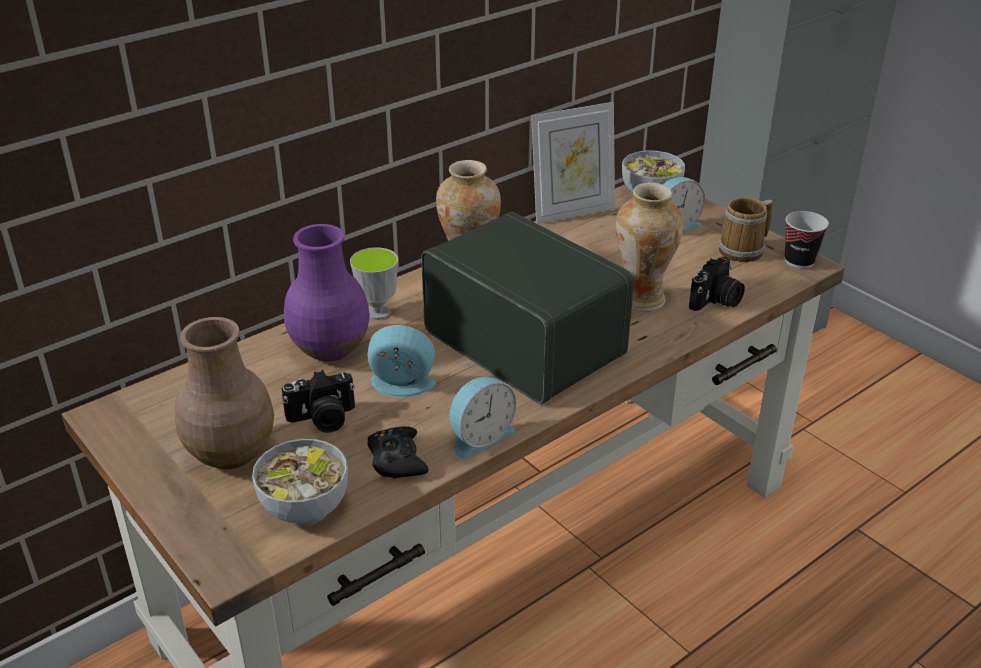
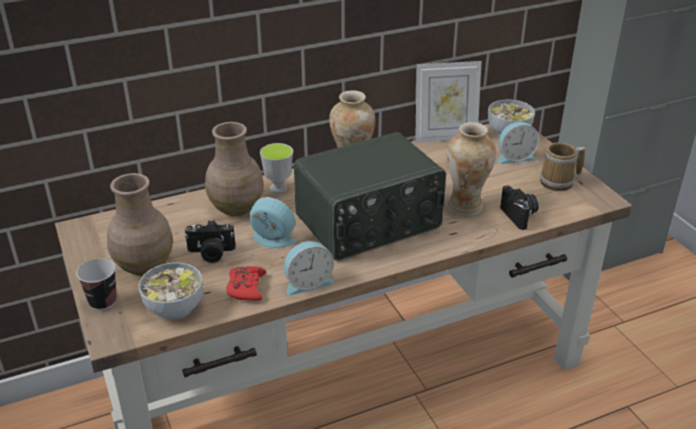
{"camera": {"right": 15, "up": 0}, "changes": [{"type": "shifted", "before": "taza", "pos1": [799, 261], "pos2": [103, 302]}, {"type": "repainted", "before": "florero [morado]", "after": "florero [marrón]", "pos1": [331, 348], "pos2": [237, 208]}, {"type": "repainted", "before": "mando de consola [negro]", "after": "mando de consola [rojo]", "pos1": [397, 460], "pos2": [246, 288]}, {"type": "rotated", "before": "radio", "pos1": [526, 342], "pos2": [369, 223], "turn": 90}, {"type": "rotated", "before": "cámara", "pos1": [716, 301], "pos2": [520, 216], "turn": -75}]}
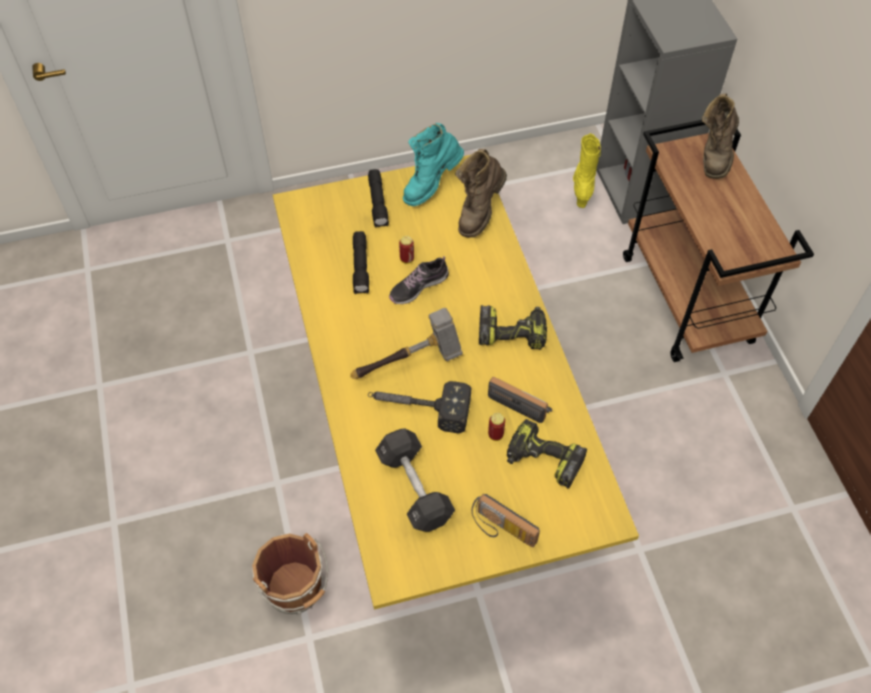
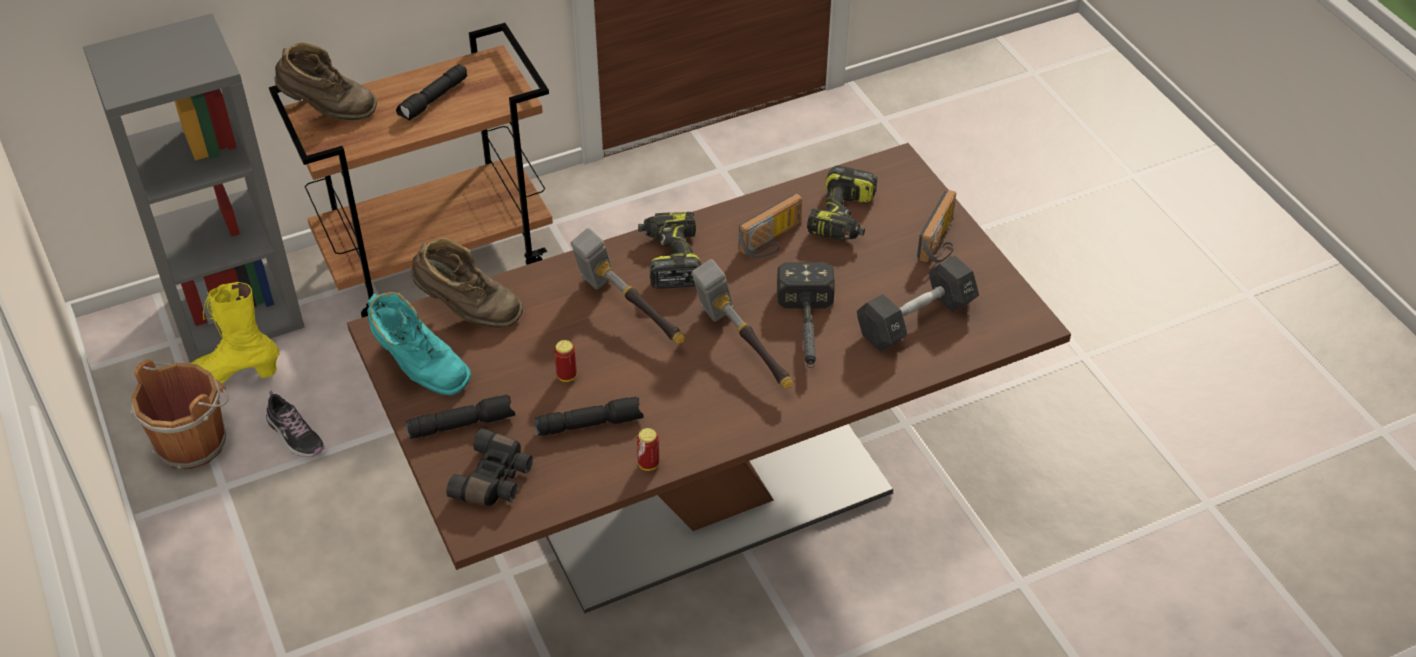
{"camera": {"right": -100, "up": -10}, "changes": [{"type": "shifted", "before": "cubo [marrón]", "pos1": [296, 589], "pos2": [194, 440]}, {"type": "shifted", "before": "zapato", "pos1": [418, 287], "pos2": [295, 435]}, {"type": "repainted", "before": "mesa de comedor [amarillo]", "after": "mesa de comedor [marrón]", "pos1": [435, 441], "pos2": [708, 494]}, {"type": "new", "after": "linterna [negro]", "pos2": [434, 100]}, {"type": "new", "after": "prismáticos [negro]", "pos2": [495, 479]}, {"type": "new", "after": "martillo", "pos2": [628, 311]}, {"type": "shifted", "before": "lata", "pos1": [495, 435], "pos2": [648, 464]}, {"type": "rotated", "before": "radio", "pos1": [521, 403], "pos2": [772, 241], "turn": -150}]}
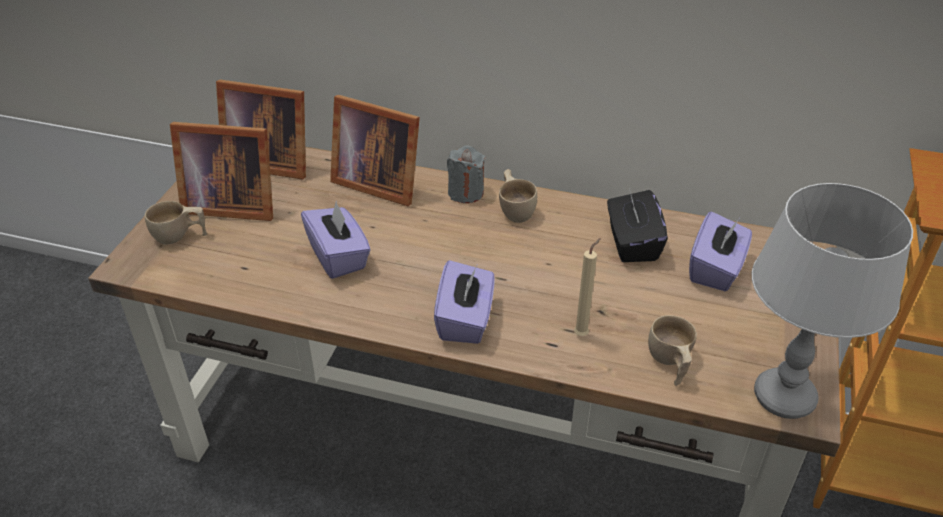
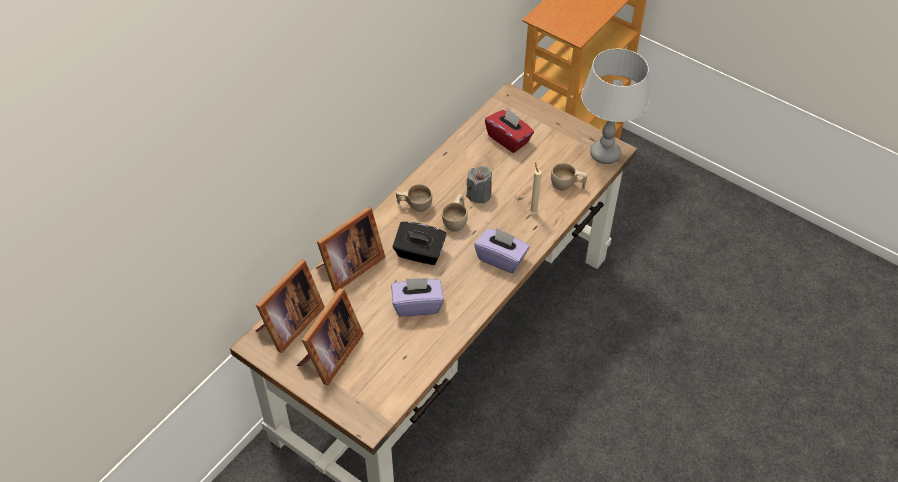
{"camera": {"right": -70, "up": 10}, "changes": [{"type": "shifted", "before": "caja de pañuelos [negro]", "pos1": [632, 243], "pos2": [419, 253]}, {"type": "shifted", "before": "taza [beis]", "pos1": [180, 236], "pos2": [456, 220]}, {"type": "shifted", "before": "vela [gris]", "pos1": [466, 192], "pos2": [479, 194]}, {"type": "repainted", "before": "caja de pañuelos [morado]", "after": "caja de pañuelos [rojo]", "pos1": [716, 269], "pos2": [508, 139]}]}
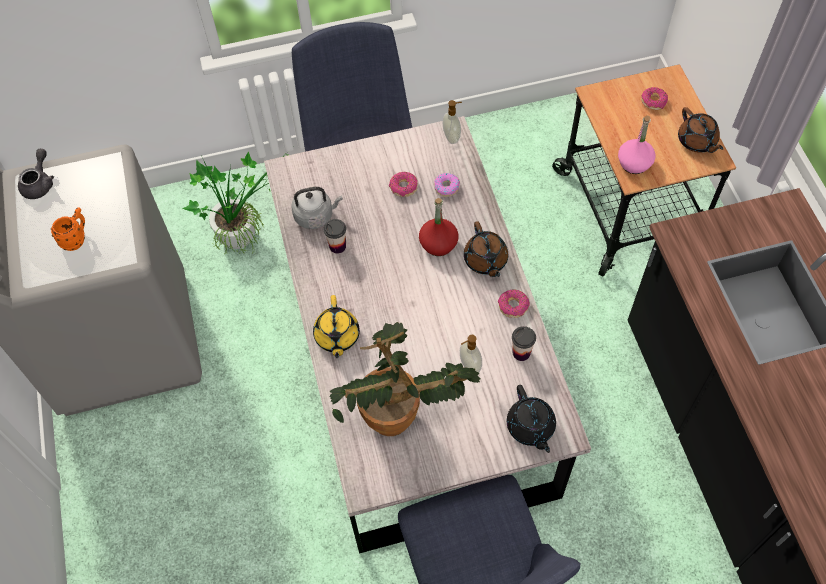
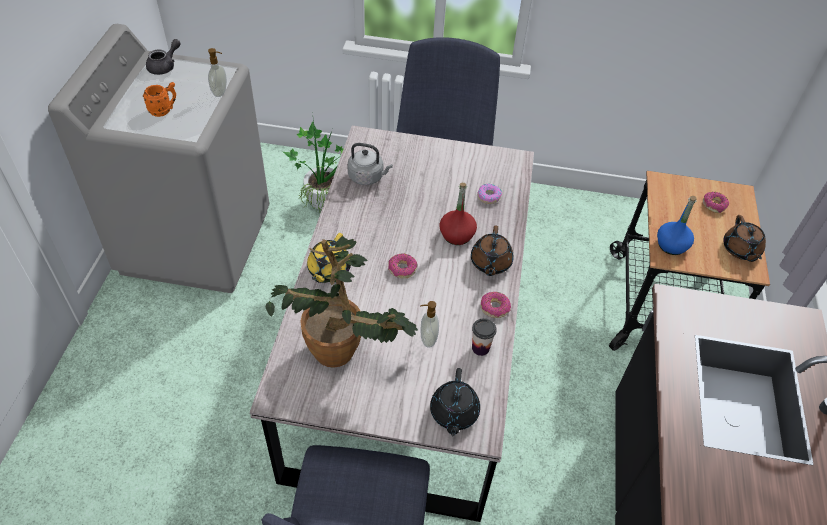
{"camera": {"right": 20, "up": -10}, "changes": [{"type": "shifted", "before": "dispensador de jabón", "pos1": [452, 137], "pos2": [220, 92]}, {"type": "shifted", "before": "rosquilla", "pos1": [403, 187], "pos2": [402, 269]}, {"type": "repainted", "before": "botella [rosa]", "after": "botella [azul]", "pos1": [634, 163], "pos2": [671, 245]}, {"type": "gone", "before": "taza", "pos1": [337, 246]}]}
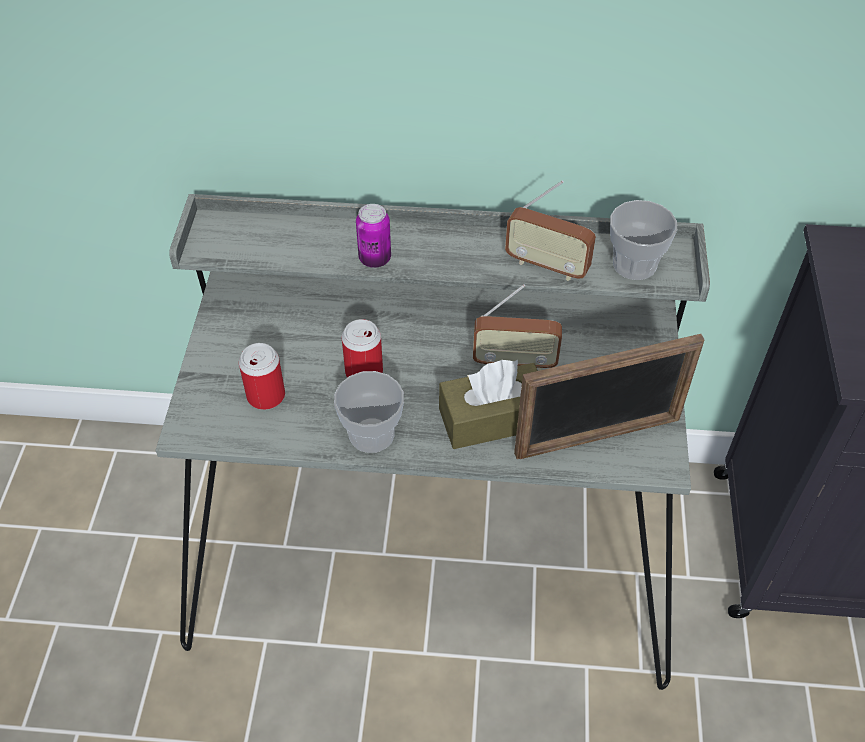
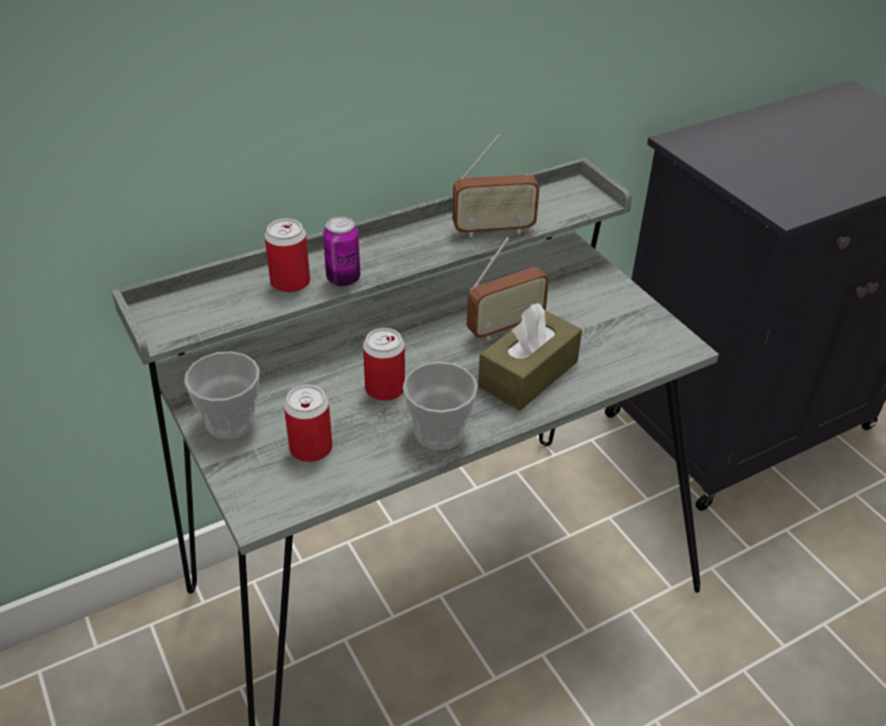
{"camera": {"right": -35, "up": -10}, "changes": [{"type": "shifted", "before": "taza", "pos1": [634, 264], "pos2": [230, 422]}, {"type": "new", "after": "lata", "pos2": [290, 282]}, {"type": "gone", "before": "portarretratos", "pos1": [598, 437]}]}
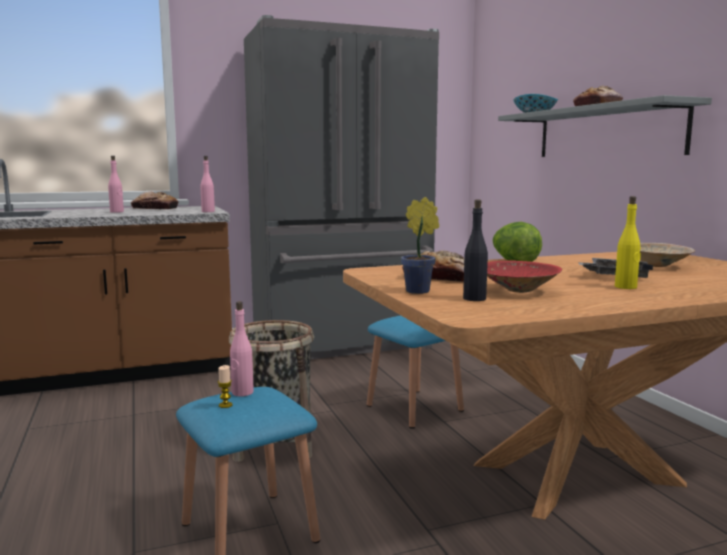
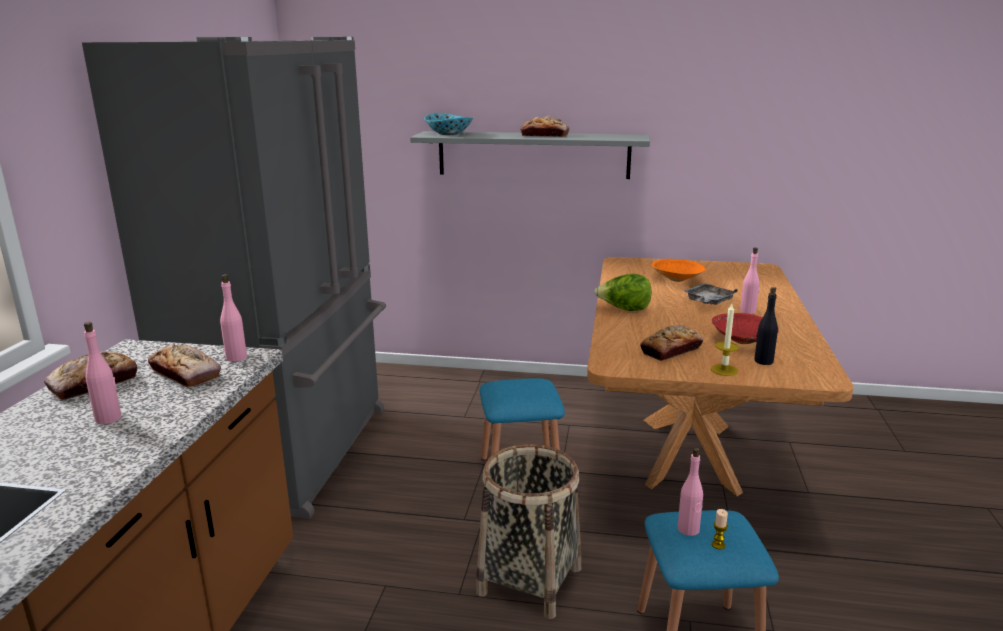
{"camera": {"right": -60, "up": 10}, "changes": [{"type": "new", "after": "pan", "pos2": [185, 374]}, {"type": "repainted", "before": "cuenco [beis]", "after": "cuenco [naranja]", "pos1": [657, 266], "pos2": [678, 280]}, {"type": "swapped", "before": "planta en maceta", "after": "vela", "pos1": [421, 291], "pos2": [724, 370]}, {"type": "repainted", "before": "botella [amarillo]", "after": "botella [rosa]", "pos1": [626, 287], "pos2": [748, 311]}]}
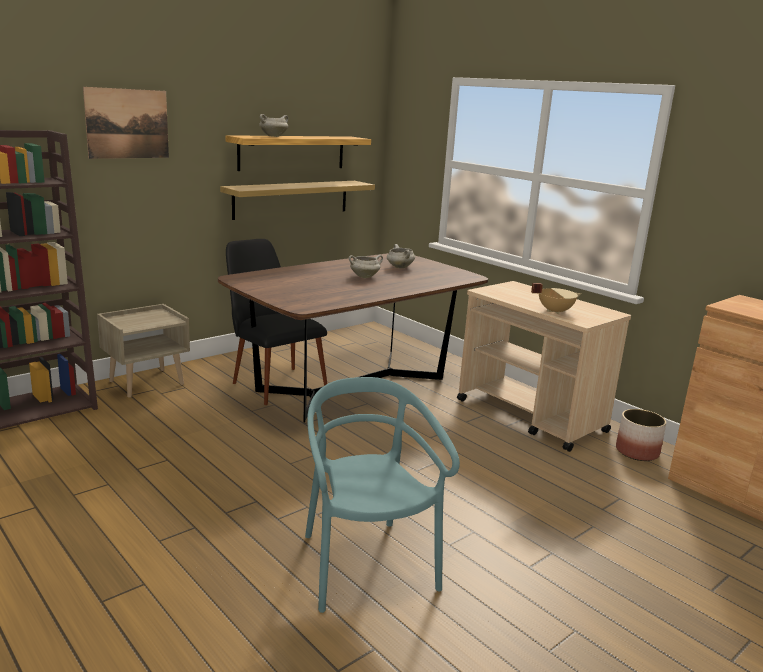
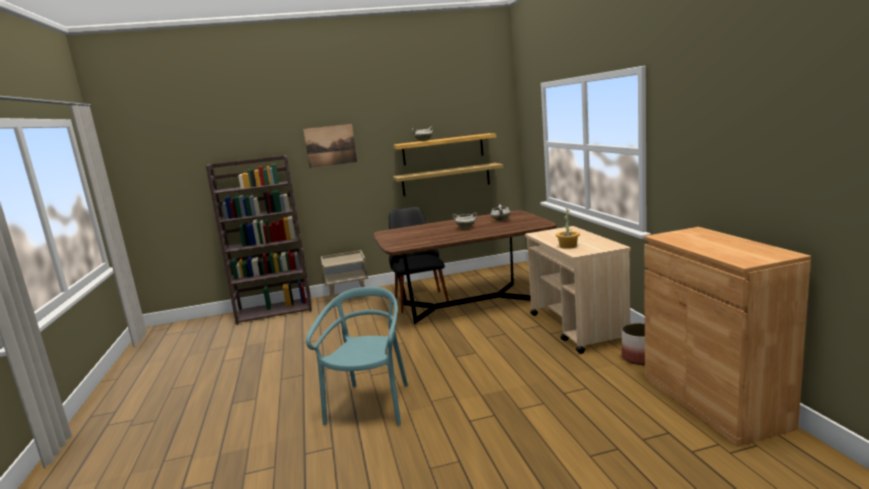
{"camera": {"right": 30, "up": -5}, "changes": [{"type": "swapped", "before": "olla [beis]", "after": "planta en maceta", "pos1": [554, 311], "pos2": [567, 246]}]}
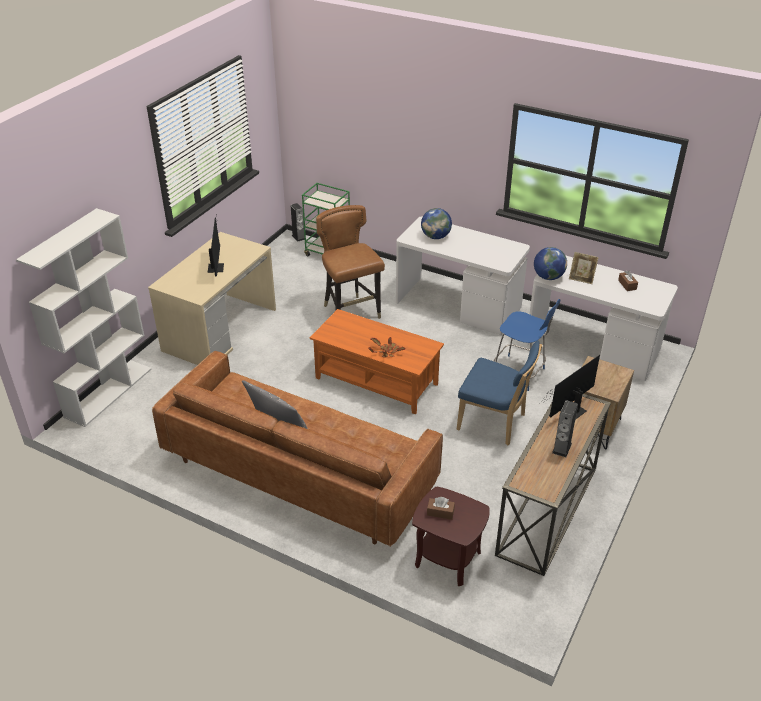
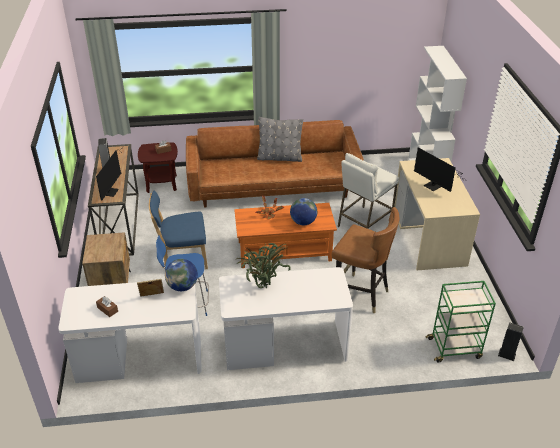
{"camera": {"right": 145, "up": 0}, "changes": [{"type": "new", "after": "planta en maceta", "pos2": [263, 287]}, {"type": "shifted", "before": "globo terráqueo", "pos1": [435, 237], "pos2": [303, 222]}, {"type": "new", "after": "taburete [blanco]", "pos2": [364, 224]}]}
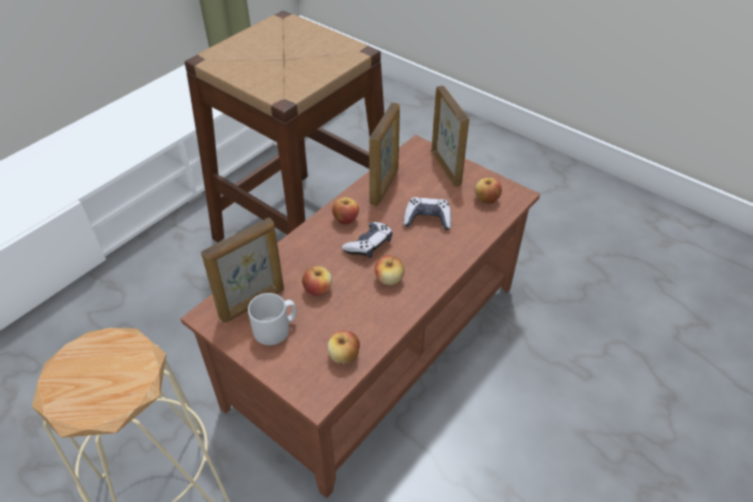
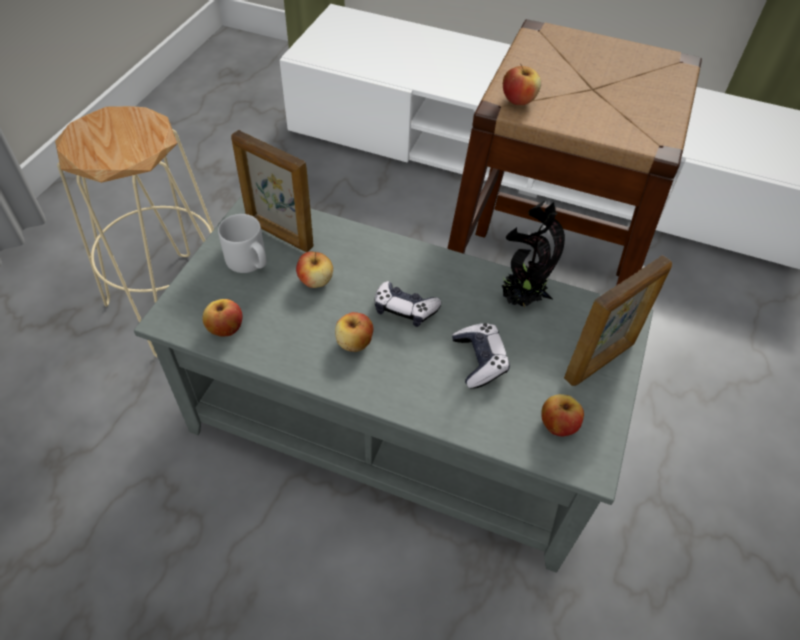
{"camera": {"right": 70, "up": 5}, "changes": [{"type": "repainted", "before": "mesa de centro [marrón]", "after": "mesa de centro [gris]", "pos1": [374, 342], "pos2": [396, 423]}, {"type": "swapped", "before": "portarretratos", "after": "planta en maceta", "pos1": [384, 186], "pos2": [520, 300]}, {"type": "shifted", "before": "manzana", "pos1": [345, 219], "pos2": [518, 100]}]}
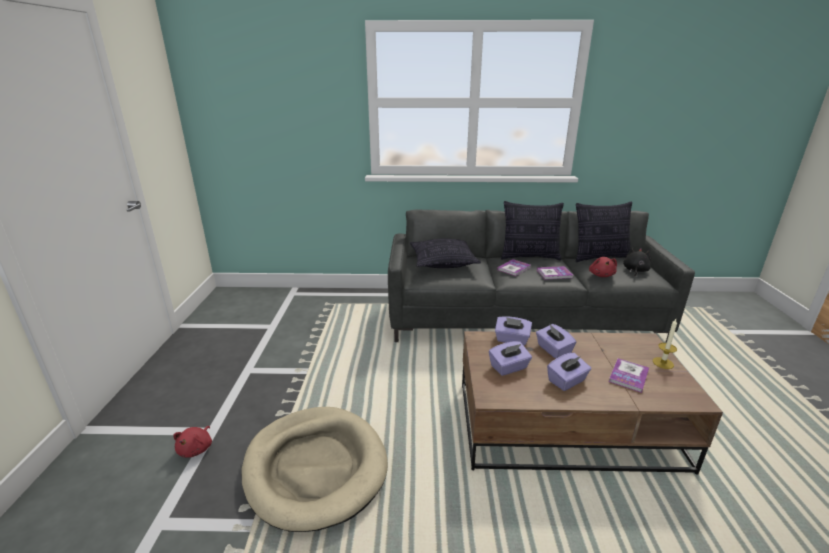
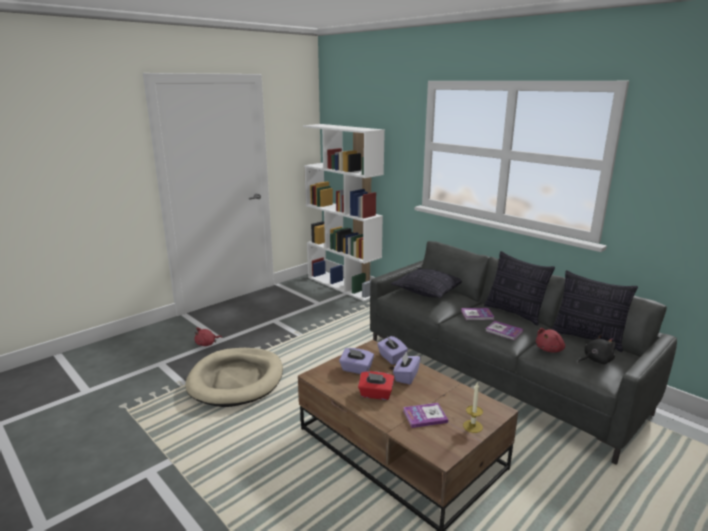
{"camera": {"right": 45, "up": -5}, "changes": [{"type": "new", "after": "estantería [blanco]", "pos2": [343, 285]}, {"type": "repainted", "before": "caja de pañuelos [morado]", "after": "caja de pañuelos [rojo]", "pos1": [567, 381], "pos2": [375, 394]}]}
